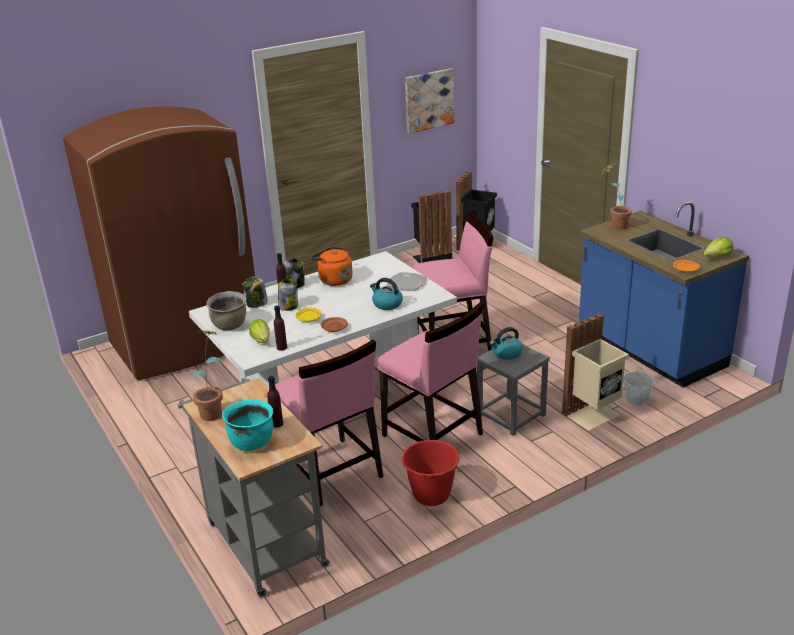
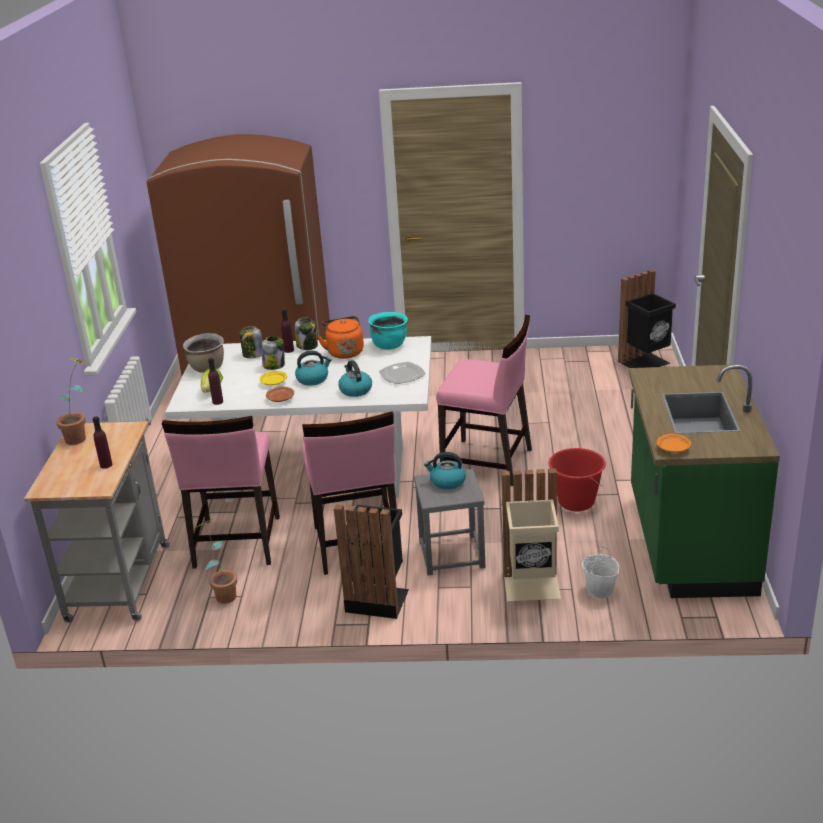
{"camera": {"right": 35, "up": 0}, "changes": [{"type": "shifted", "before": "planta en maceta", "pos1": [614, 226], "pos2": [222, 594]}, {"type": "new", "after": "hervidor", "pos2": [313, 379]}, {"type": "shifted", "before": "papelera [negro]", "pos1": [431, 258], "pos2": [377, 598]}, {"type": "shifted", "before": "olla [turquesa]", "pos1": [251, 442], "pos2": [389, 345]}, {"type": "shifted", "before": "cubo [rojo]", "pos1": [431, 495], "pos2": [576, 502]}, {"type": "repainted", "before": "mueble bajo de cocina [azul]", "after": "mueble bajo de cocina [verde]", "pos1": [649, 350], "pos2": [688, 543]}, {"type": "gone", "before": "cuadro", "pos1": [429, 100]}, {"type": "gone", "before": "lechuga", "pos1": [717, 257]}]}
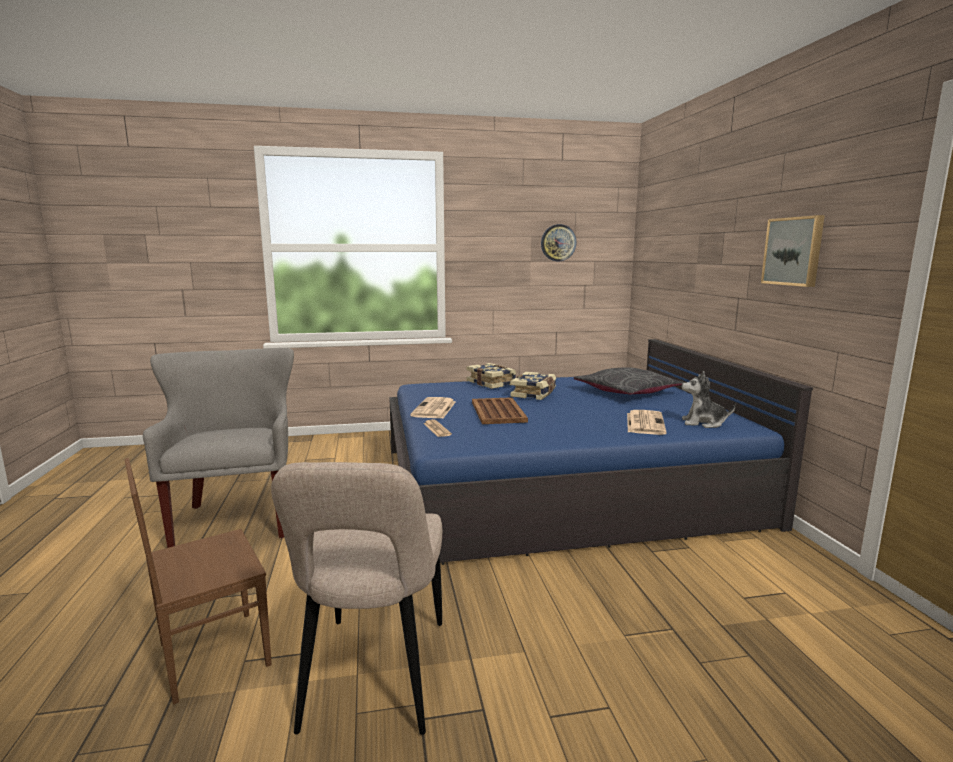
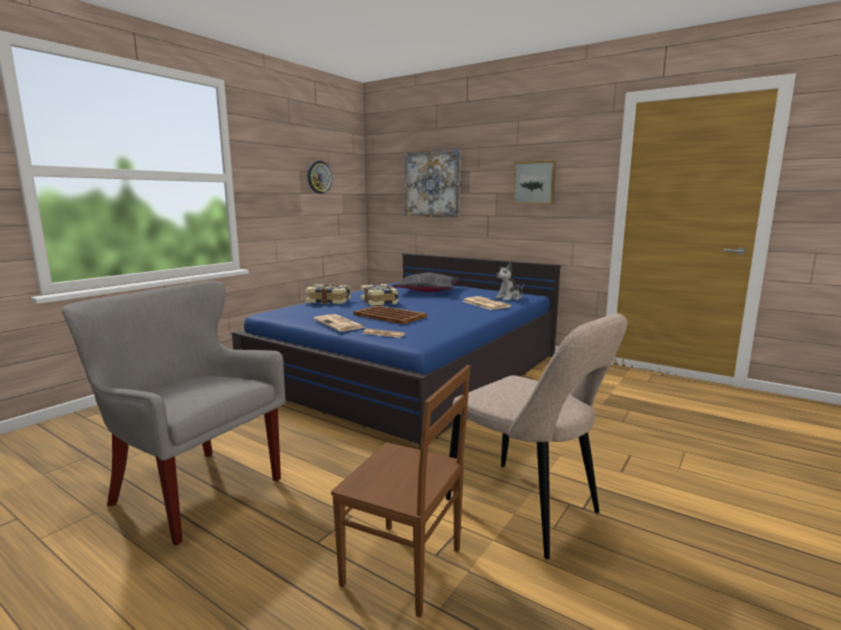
{"camera": {"right": -45, "up": 0}, "changes": [{"type": "rotated", "before": "silla [marrón]", "pos1": [211, 654], "pos2": [403, 568], "turn": -75}, {"type": "new", "after": "cuadro", "pos2": [432, 184]}]}
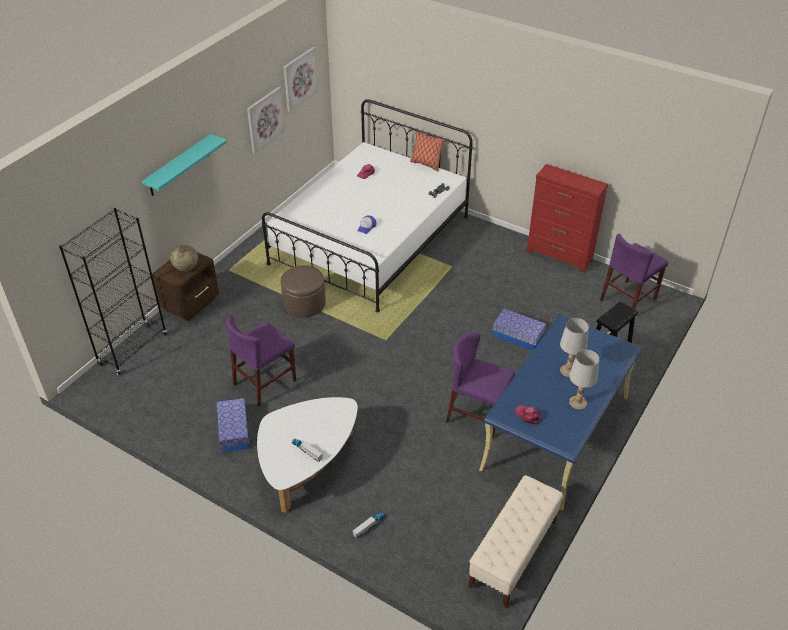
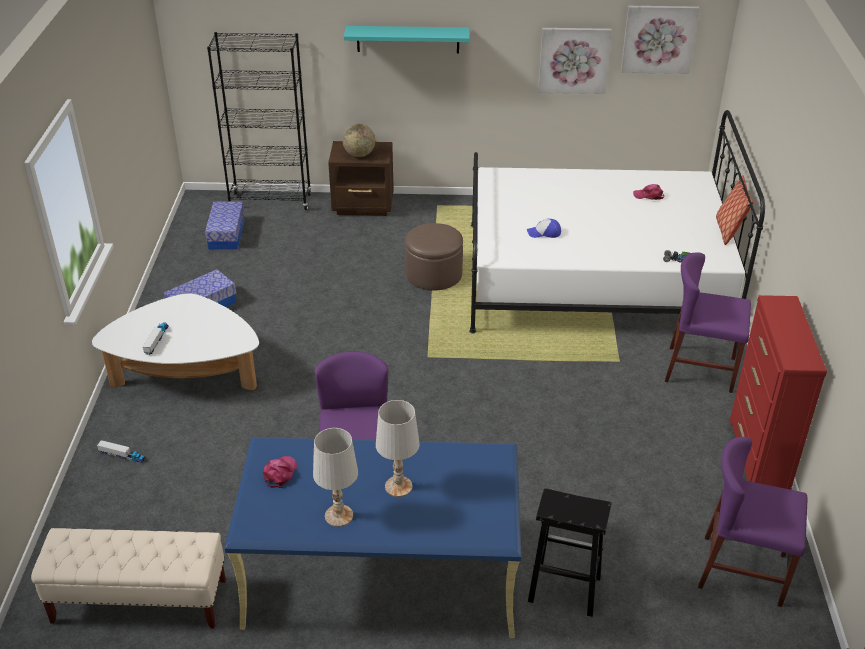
{"camera": {"right": 60, "up": -5}, "changes": [{"type": "shifted", "before": "caja de almacenaje", "pos1": [518, 336], "pos2": [226, 234]}, {"type": "shifted", "before": "silla [morado]", "pos1": [265, 382], "pos2": [700, 369]}]}
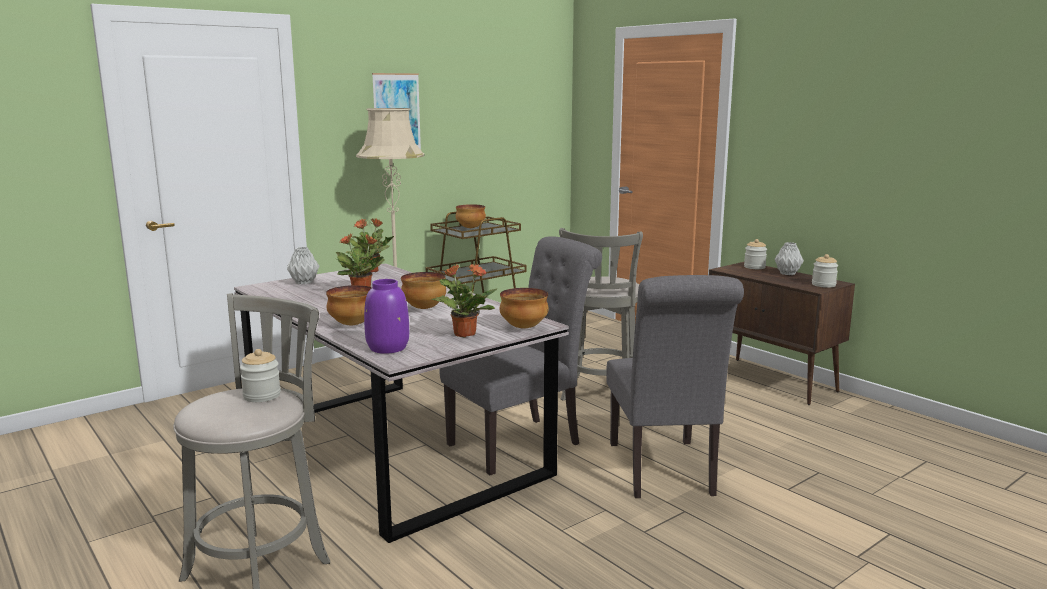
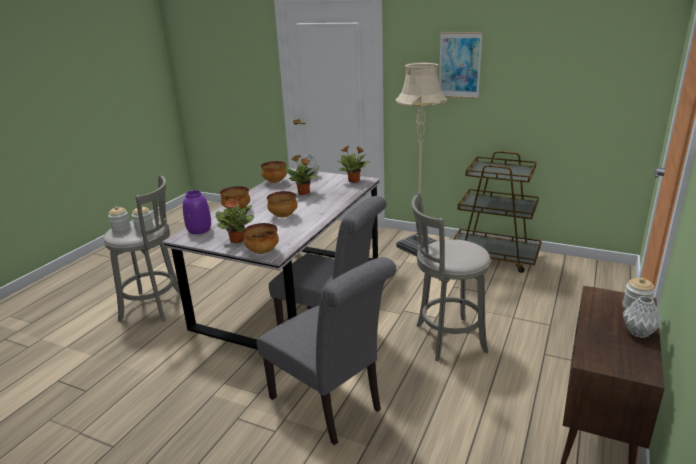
{"camera": {"right": 65, "up": 10}, "changes": [{"type": "shifted", "before": "tarro", "pos1": [823, 285], "pos2": [121, 229]}, {"type": "rotated", "before": "silla [gris]", "pos1": [663, 472], "pos2": [330, 406], "turn": -105}, {"type": "shifted", "before": "cuenco", "pos1": [470, 228], "pos2": [274, 182]}]}
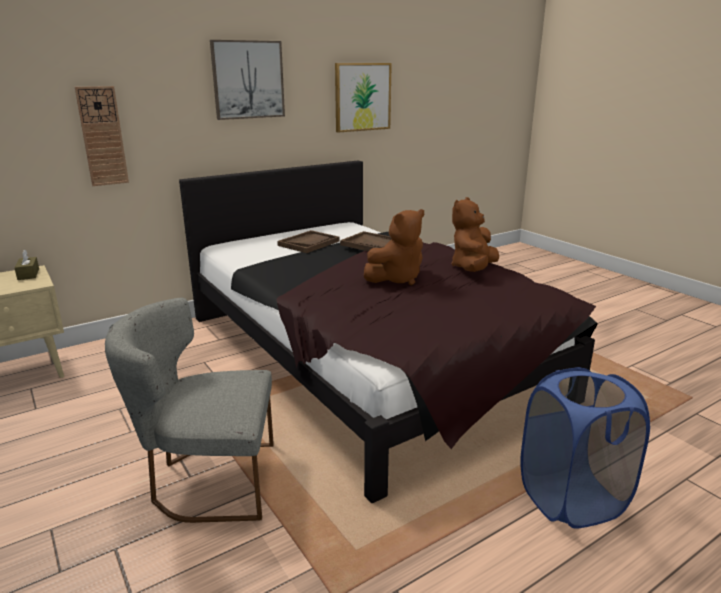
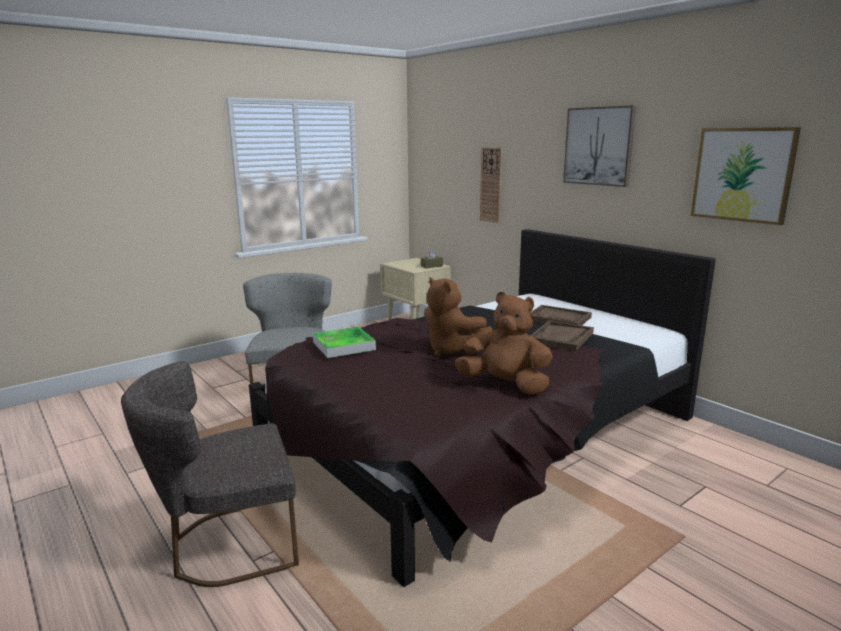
{"camera": {"right": 85, "up": -5}, "changes": [{"type": "swapped", "before": "cesto de la ropa [azul]", "after": "silla [gris]", "pos1": [571, 499], "pos2": [227, 545]}, {"type": "new", "after": "bandeja", "pos2": [344, 346]}]}
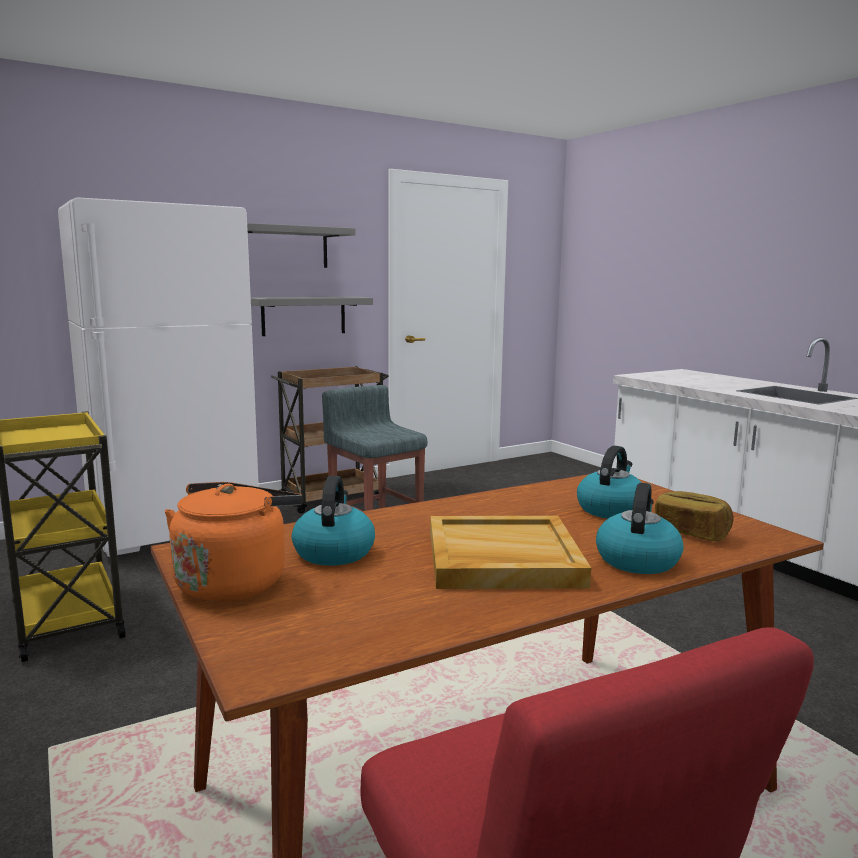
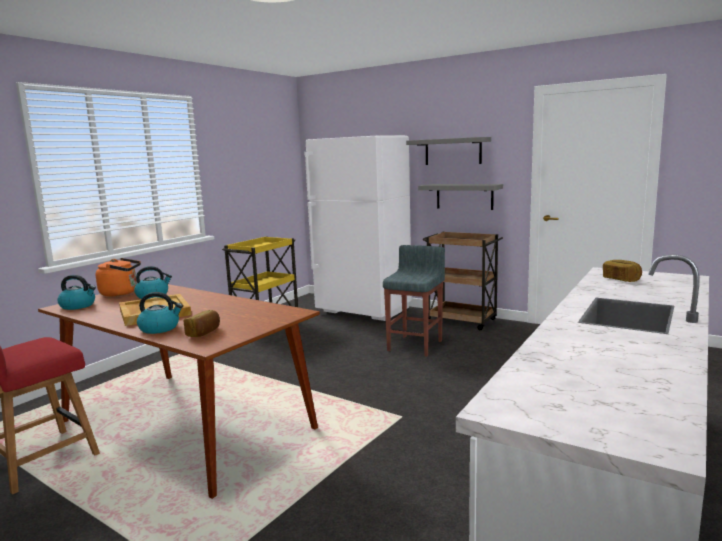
{"camera": {"right": 65, "up": 0}, "changes": [{"type": "shifted", "before": "hervidor", "pos1": [611, 509], "pos2": [78, 306]}, {"type": "new", "after": "pan", "pos2": [621, 280]}]}
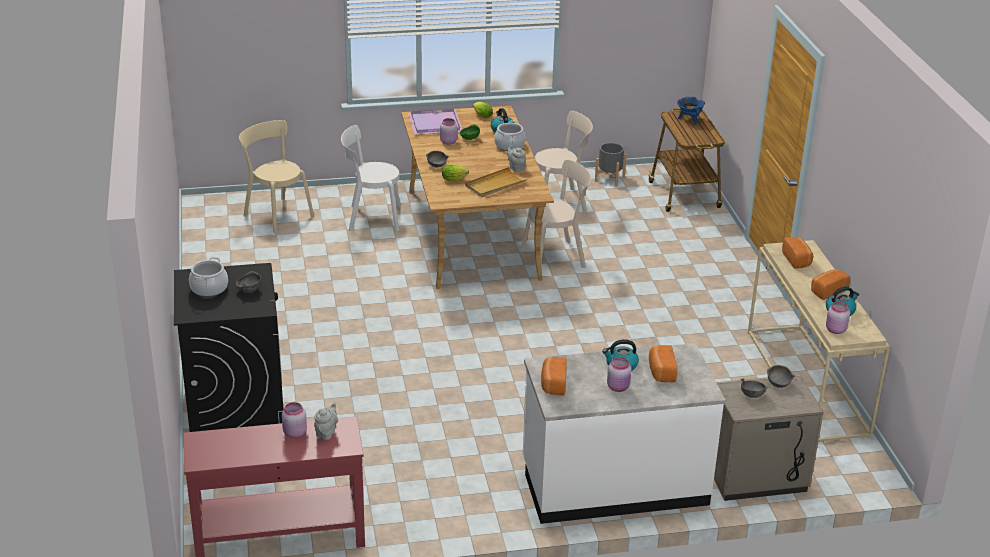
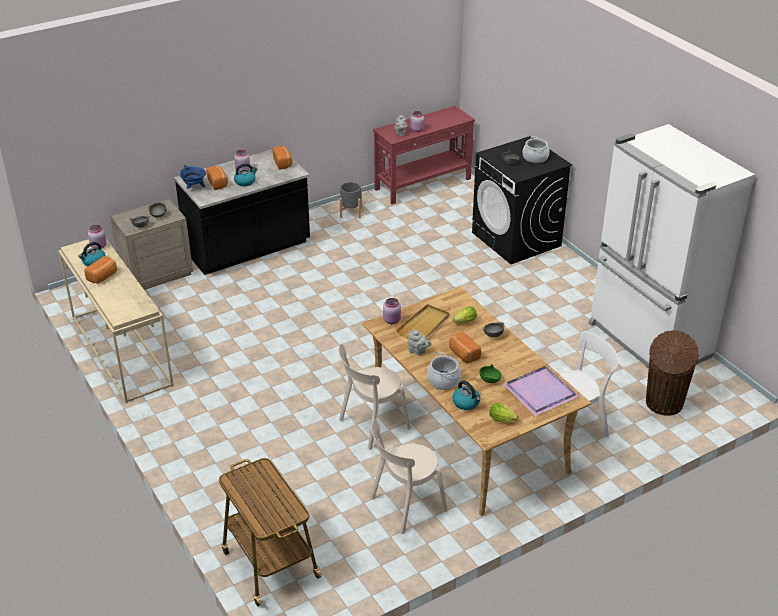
{"camera": {"right": 160, "up": 5}, "changes": [{"type": "repainted", "before": "mueble bajo de cocina [blanco]", "after": "mueble bajo de cocina [negro]", "pos1": [614, 484], "pos2": [248, 249]}, {"type": "shifted", "before": "olla [azul]", "pos1": [689, 120], "pos2": [194, 187]}, {"type": "shifted", "before": "maceta [gris]", "pos1": [609, 179], "pos2": [351, 212]}, {"type": "shifted", "before": "tarro [rosa]", "pos1": [448, 142], "pos2": [392, 321]}, {"type": "shifted", "before": "pan", "pos1": [797, 260], "pos2": [463, 354]}, {"type": "new", "after": "nevera [blanco]", "pos2": [648, 341]}, {"type": "swapped", "before": "silla [beis]", "after": "papelera [marrón]", "pos1": [276, 214], "pos2": [663, 404]}]}
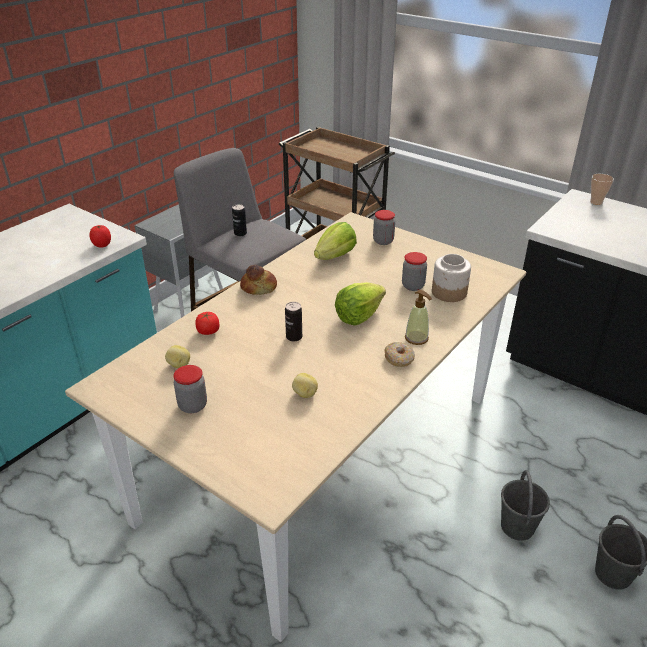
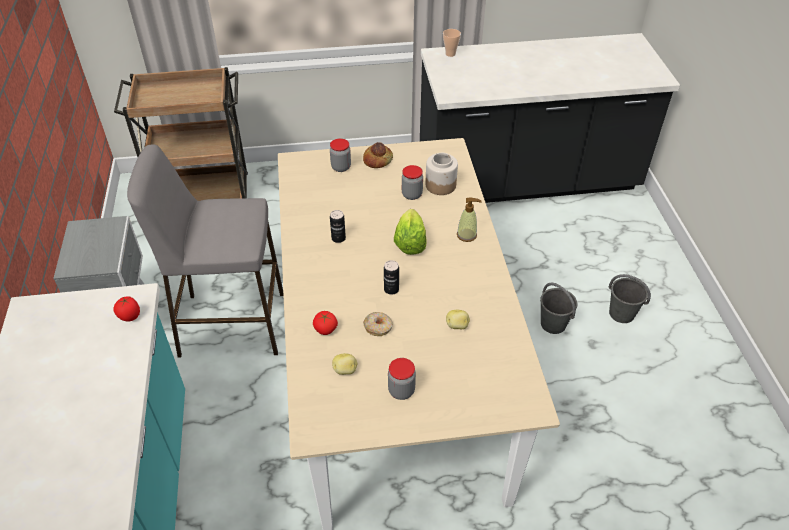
{"camera": {"right": -45, "up": 10}, "changes": [{"type": "shifted", "before": "lata", "pos1": [240, 233], "pos2": [338, 238]}, {"type": "shifted", "before": "pan", "pos1": [259, 287], "pos2": [377, 160]}, {"type": "shifted", "before": "rosquilla", "pos1": [399, 359], "pos2": [378, 327]}, {"type": "gone", "before": "lechuga", "pos1": [335, 256]}]}
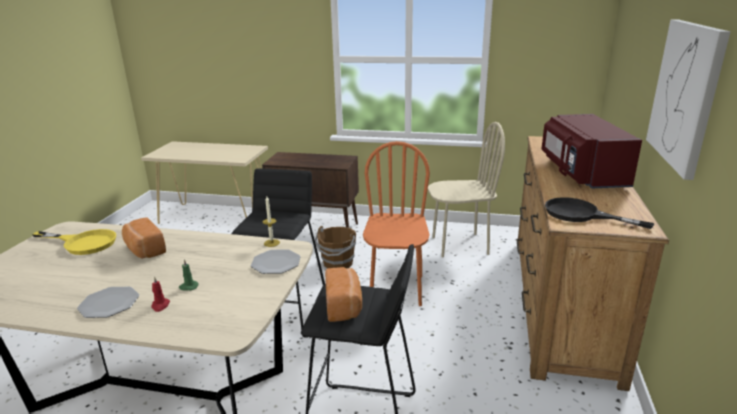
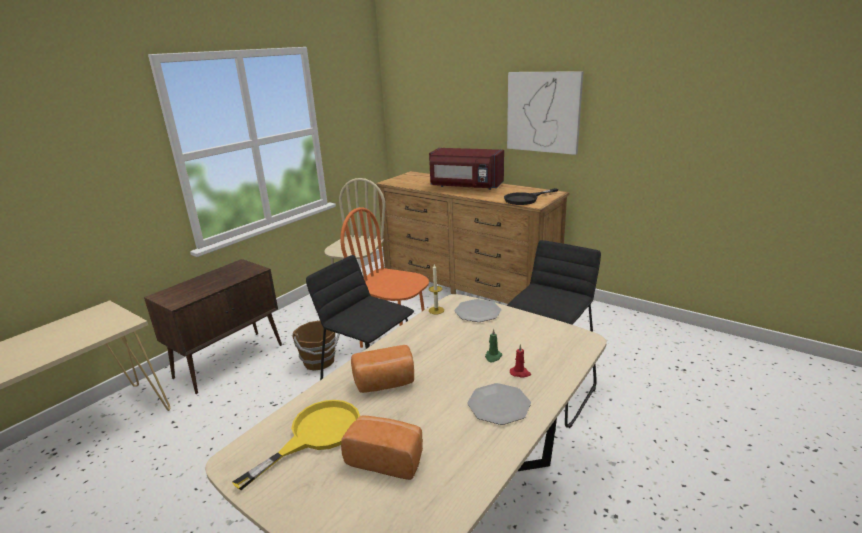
{"camera": {"right": -65, "up": 0}, "changes": [{"type": "shifted", "before": "pan", "pos1": [344, 305], "pos2": [386, 458]}]}
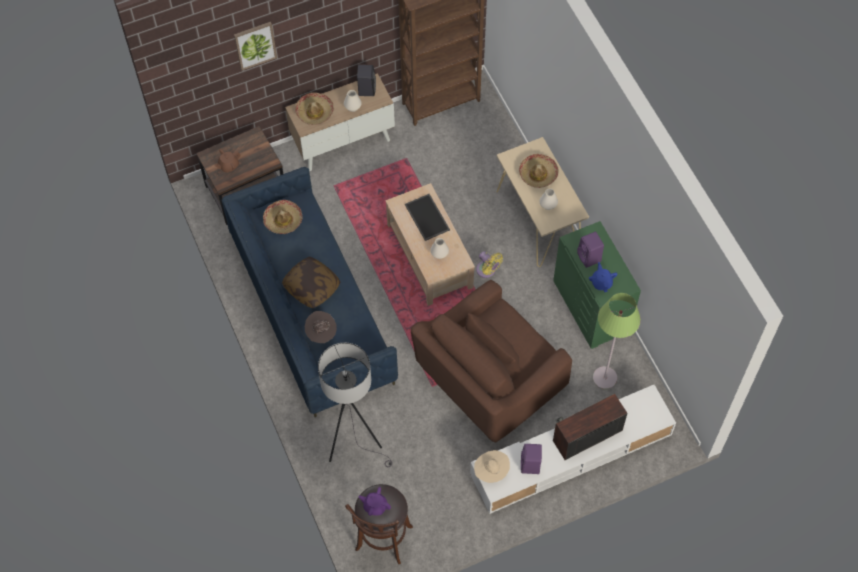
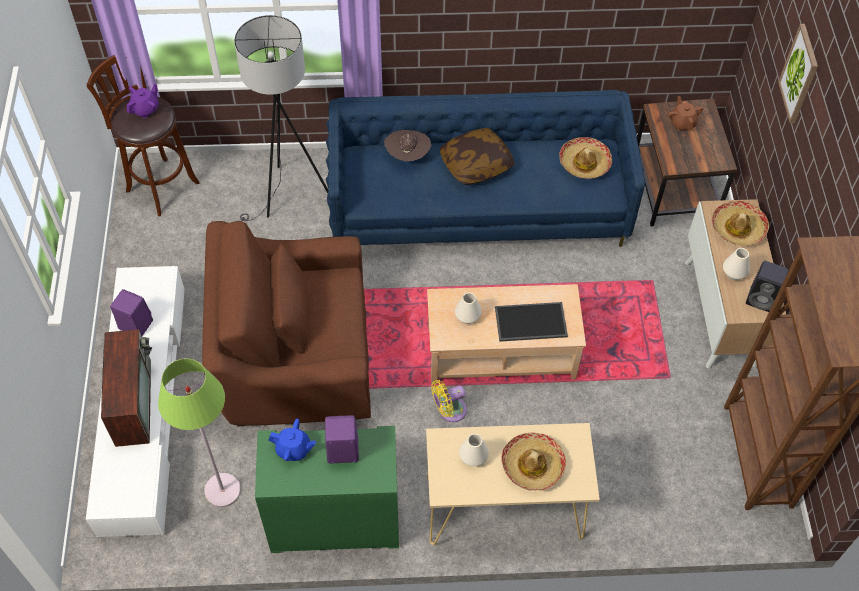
{"camera": {"right": 110, "up": -5}, "changes": [{"type": "rotated", "before": "sillón [marrón]", "pos1": [489, 378], "pos2": [295, 355], "turn": -75}, {"type": "gone", "before": "sombrero [beis]", "pos1": [491, 471]}]}
